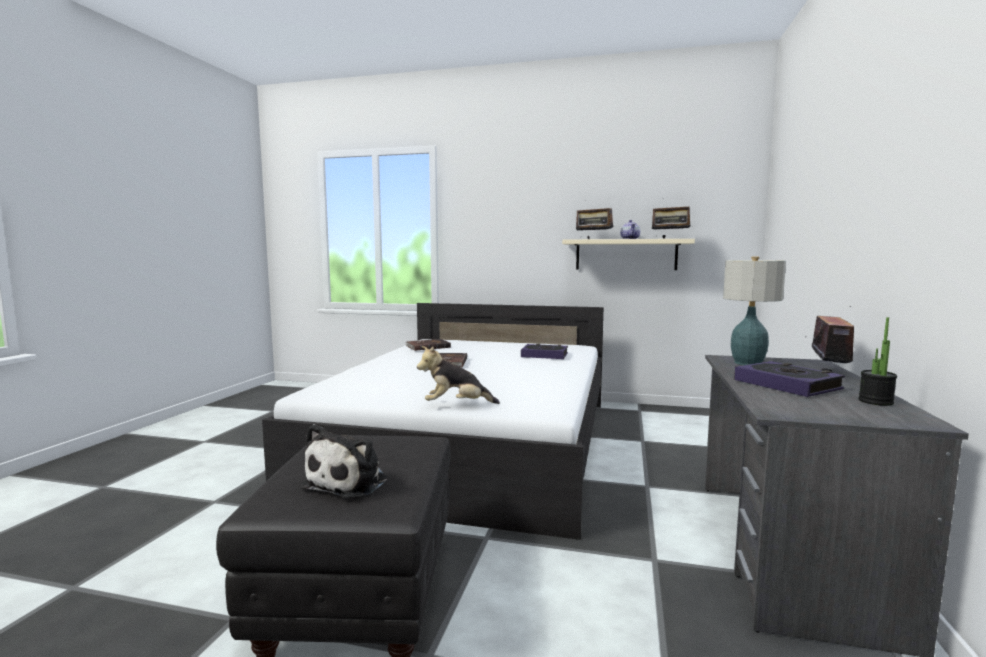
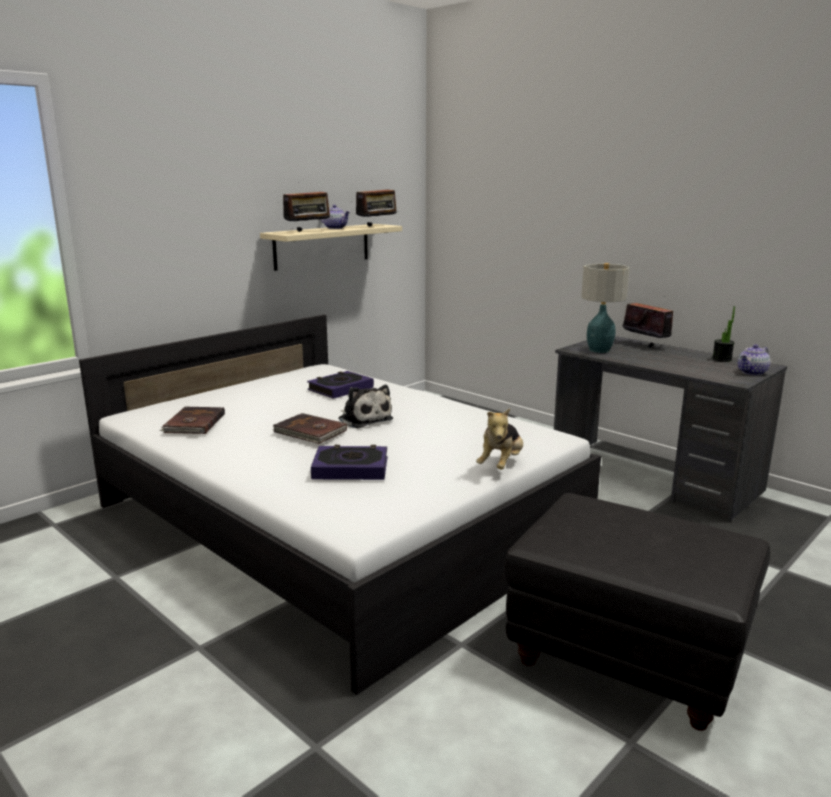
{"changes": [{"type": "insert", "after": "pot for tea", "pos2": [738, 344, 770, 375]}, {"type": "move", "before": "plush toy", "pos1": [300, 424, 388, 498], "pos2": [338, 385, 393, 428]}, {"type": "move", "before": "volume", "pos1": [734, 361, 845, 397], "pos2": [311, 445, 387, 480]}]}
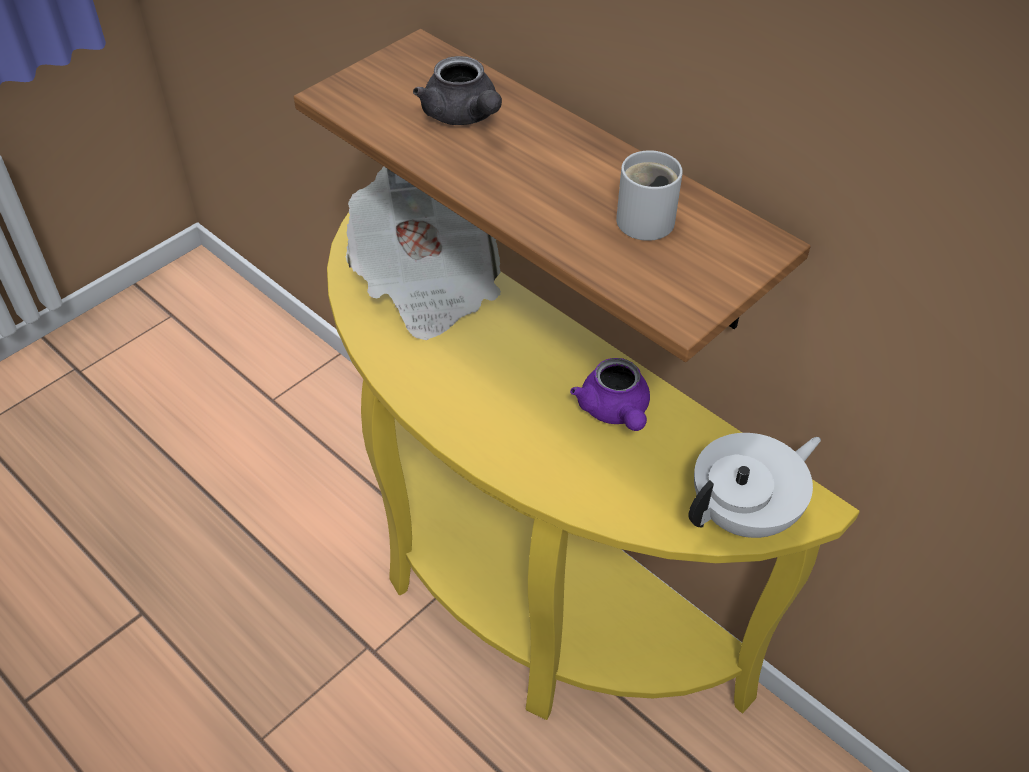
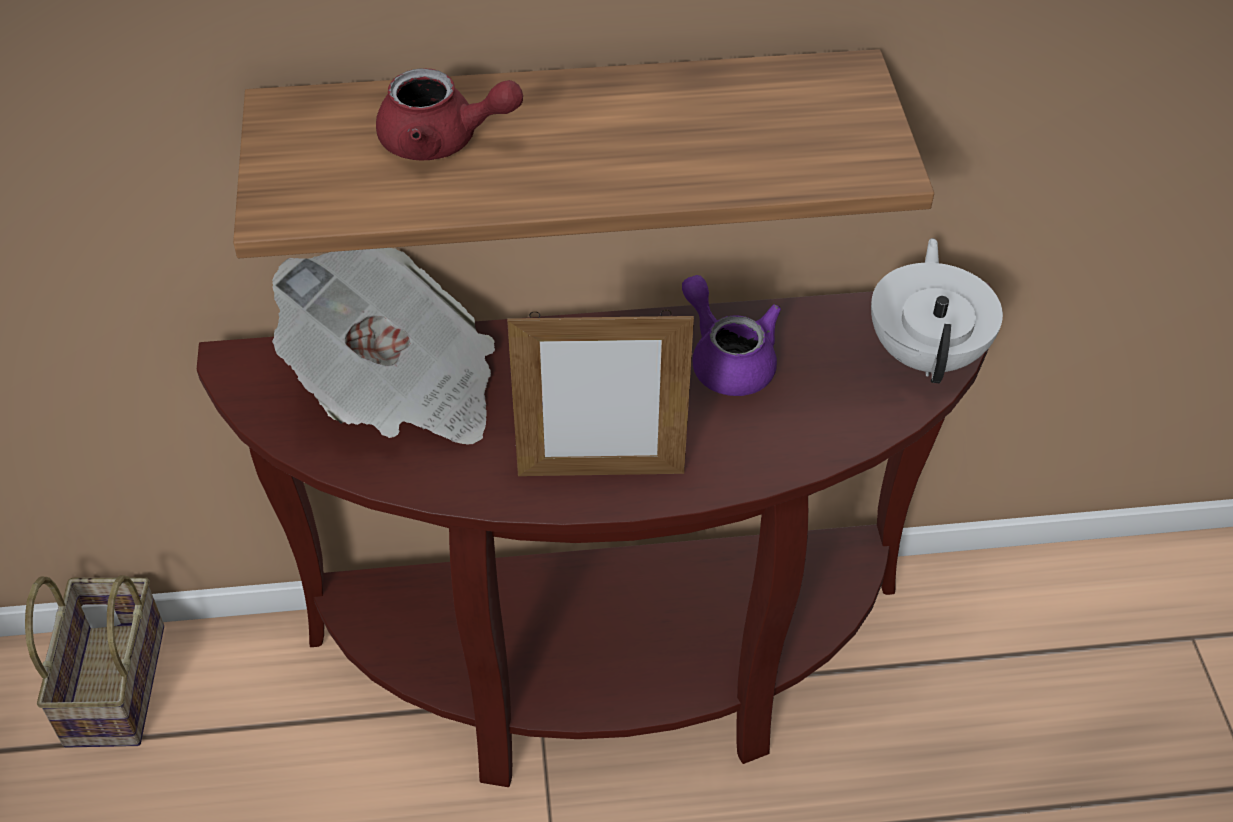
{"changes": [{"type": "delete", "before": "mug/white-coloured", "pos1": [616, 150, 683, 241]}, {"type": "insert", "after": "basket", "pos2": [25, 575, 164, 748]}, {"type": "insert", "after": "photo frame", "pos2": [507, 310, 694, 476]}, {"type": "recolor", "before": "console table/yellow-coloured", "after": "console table/brownish", "pos1": [327, 212, 860, 720], "pos2": [197, 283, 991, 787]}, {"type": "recolor", "before": "pot for tea/grey", "after": "pot for tea/reddish", "pos1": [413, 56, 502, 125], "pos2": [376, 68, 523, 161]}, {"type": "rotate", "before": "pot for tea/purple", "pos1": [570, 358, 650, 431], "pos2": [682, 275, 781, 396], "turn": -150}]}
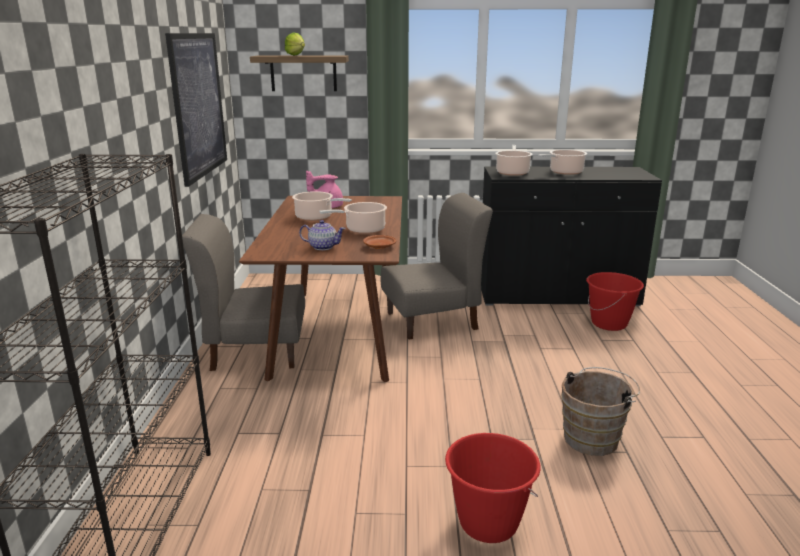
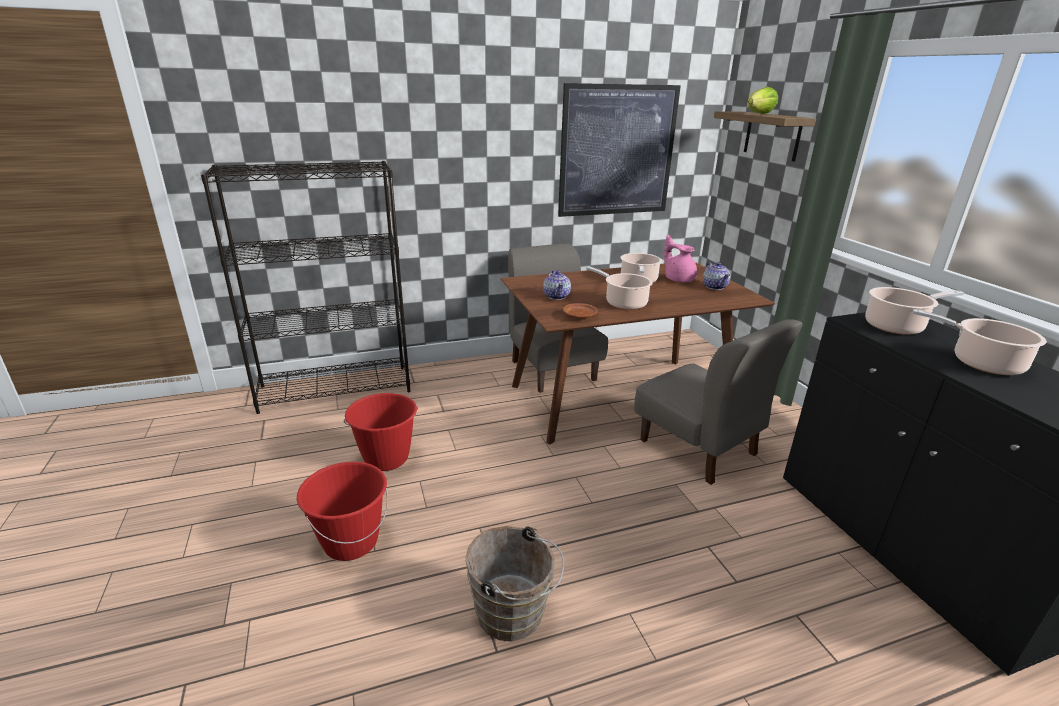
{"changes": [{"type": "insert", "after": "pot for tea", "pos2": [703, 262, 730, 290]}, {"type": "move", "before": "bucket/reddish", "pos1": [586, 272, 644, 331], "pos2": [344, 393, 418, 471]}]}
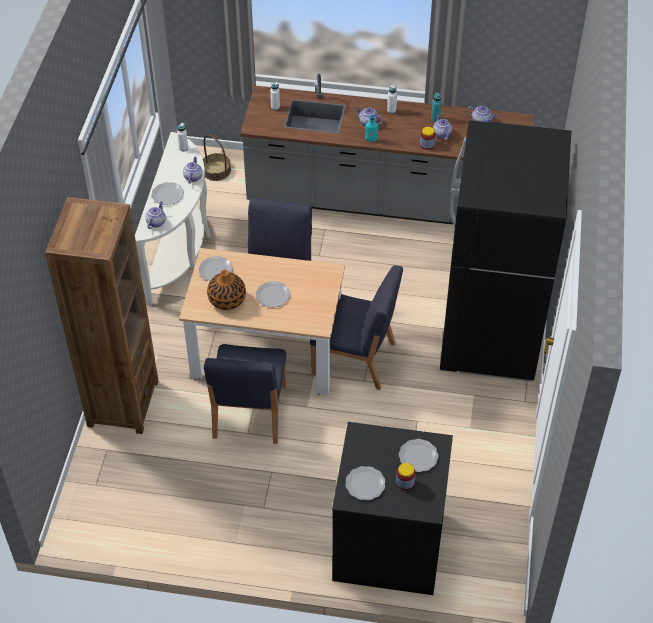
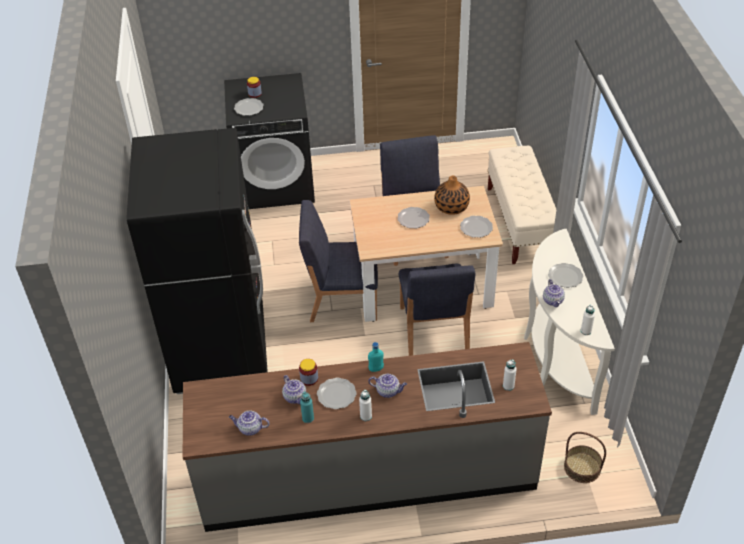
{"changes": [{"type": "delete", "before": "pot for tea", "pos1": [145, 202, 166, 229]}, {"type": "move", "before": "plate", "pos1": [345, 466, 385, 500], "pos2": [317, 378, 357, 409]}, {"type": "replace", "before": "bookshelf/brownish", "after": "bench/beige-coloured", "pos1": [45, 197, 158, 434], "pos2": [488, 146, 556, 264]}]}
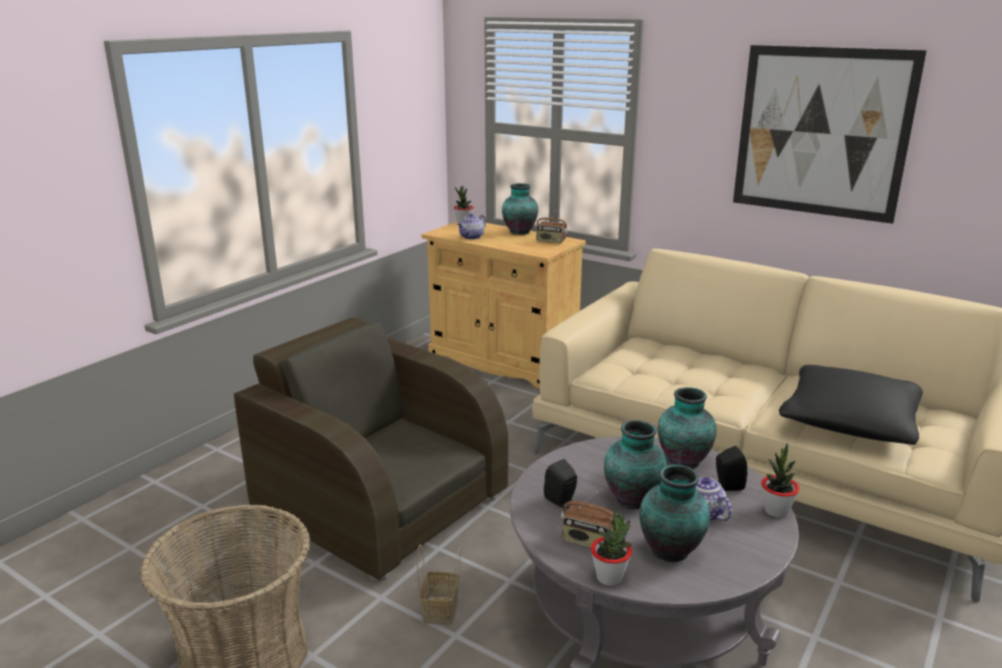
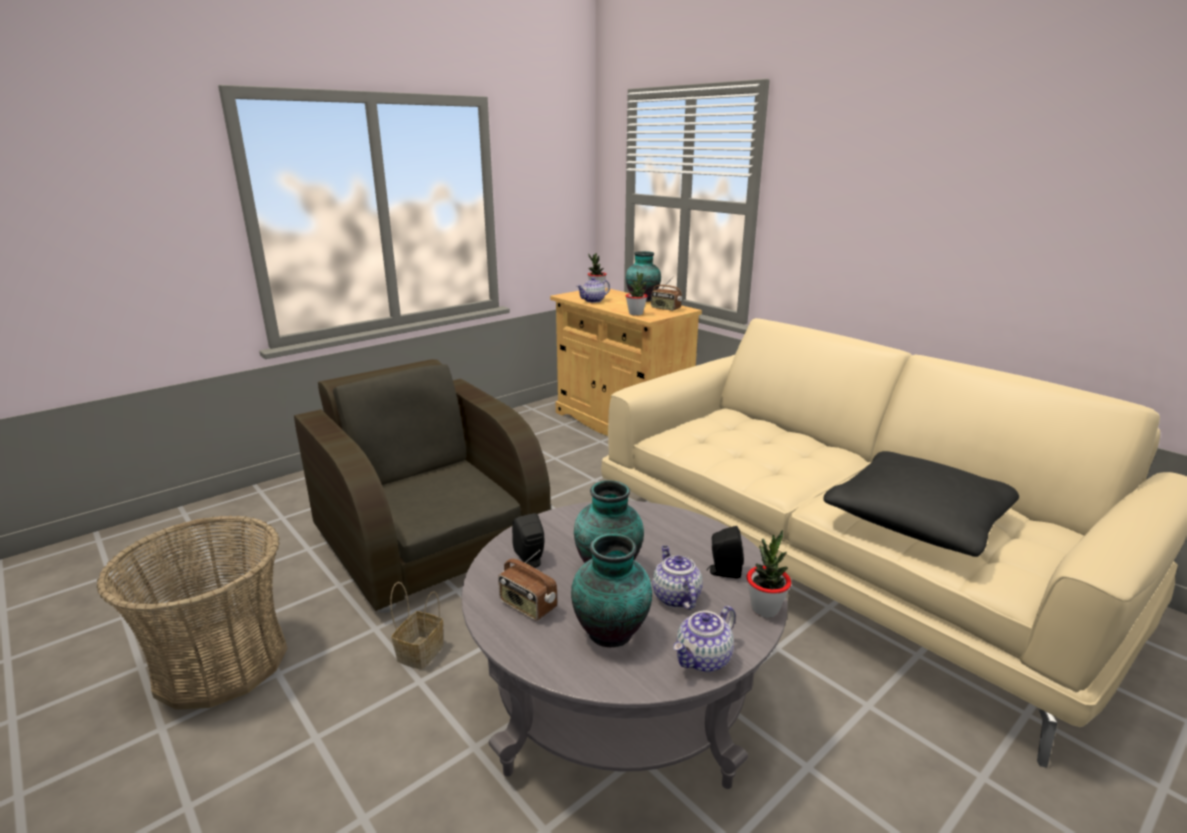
{"changes": [{"type": "delete", "before": "decorative vase", "pos1": [658, 387, 716, 469]}, {"type": "delete", "before": "picture", "pos1": [733, 45, 927, 224]}, {"type": "insert", "after": "pot for tea", "pos2": [673, 606, 736, 672]}, {"type": "move", "before": "plant in a pot", "pos1": [591, 511, 632, 586], "pos2": [626, 272, 647, 316]}]}
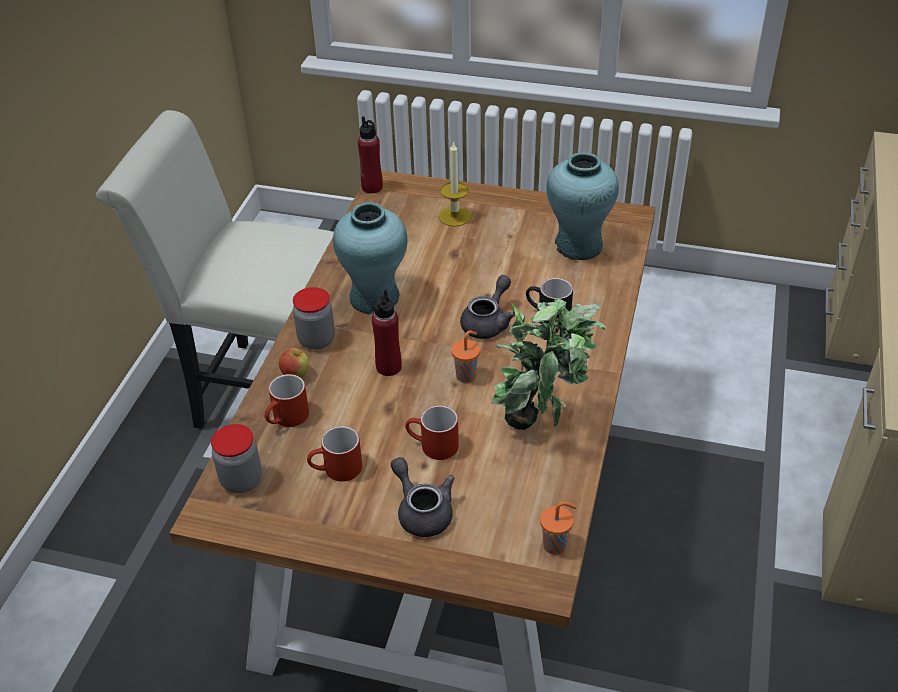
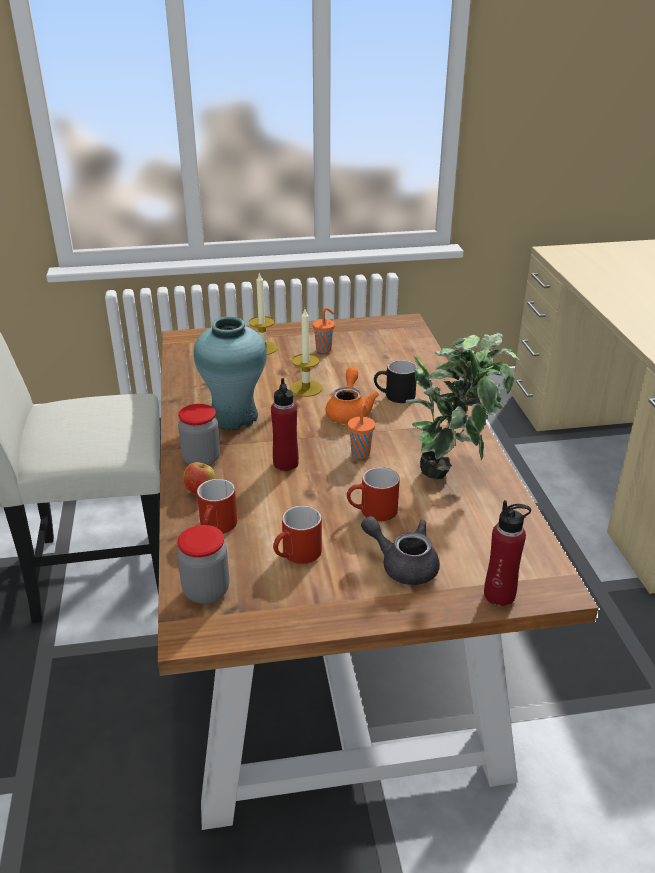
{"changes": [{"type": "delete", "before": "decorative vase/turquoise", "pos1": [546, 152, 619, 260]}, {"type": "insert", "after": "wax candle", "pos2": [290, 309, 322, 397]}, {"type": "move", "before": "drink bottle/reddish", "pos1": [357, 116, 383, 194], "pos2": [484, 500, 531, 606]}, {"type": "move", "before": "cup/orangey", "pos1": [540, 501, 577, 555], "pos2": [313, 308, 335, 353]}, {"type": "recolor", "before": "pot for tea/grey", "after": "pot for tea/orangey", "pos1": [460, 275, 515, 339], "pos2": [325, 367, 379, 424]}]}
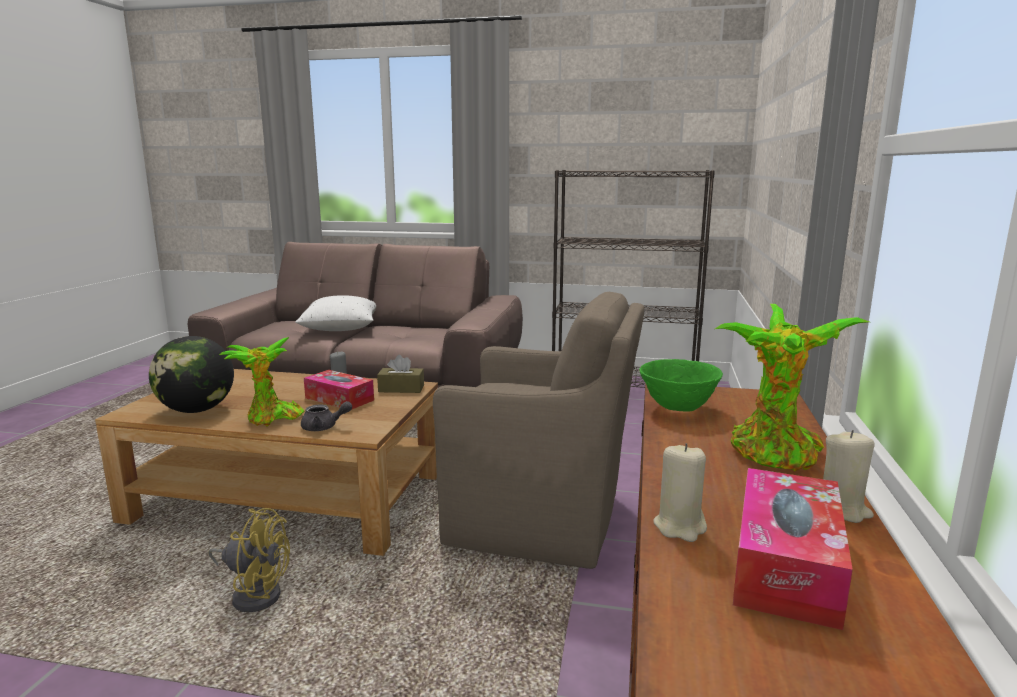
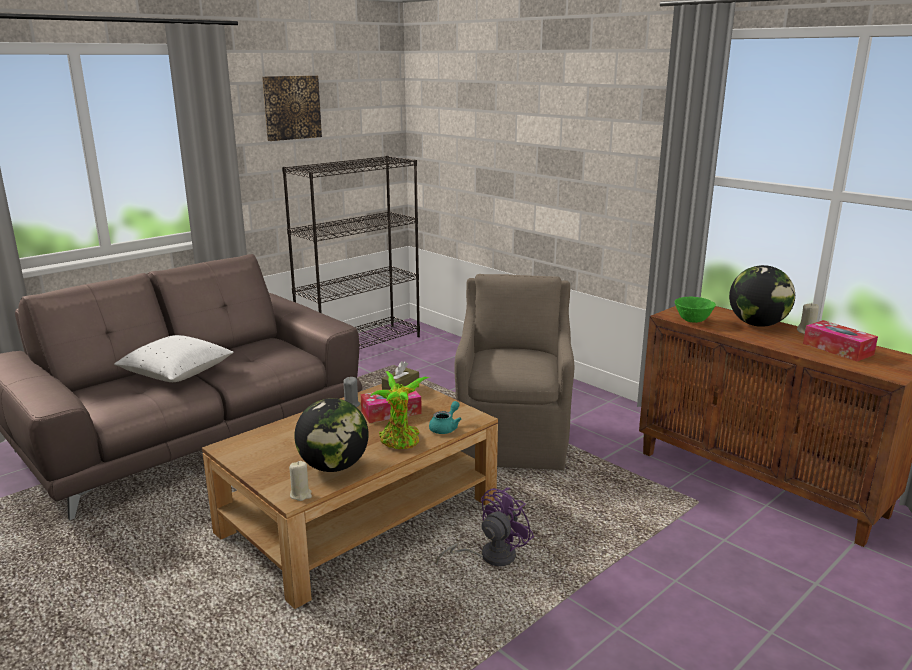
{"changes": [{"type": "insert", "after": "picture", "pos2": [262, 75, 322, 141]}, {"type": "move", "before": "wax candle/beige-coloured", "pos1": [654, 443, 707, 542], "pos2": [289, 461, 312, 501]}, {"type": "replace", "before": "plant in a pot", "after": "globe", "pos1": [715, 304, 869, 471], "pos2": [729, 265, 795, 327]}, {"type": "recolor", "before": "electric fan/yellow-coloured", "after": "electric fan/purple", "pos1": [208, 508, 290, 612], "pos2": [436, 488, 534, 566]}, {"type": "recolor", "before": "pot for tea/grey", "after": "pot for tea/turquoise", "pos1": [301, 401, 352, 431], "pos2": [429, 401, 461, 434]}, {"type": "rotate", "before": "easy chair/brownish", "pos1": [433, 292, 644, 569], "pos2": [454, 274, 574, 470], "turn": -45}]}
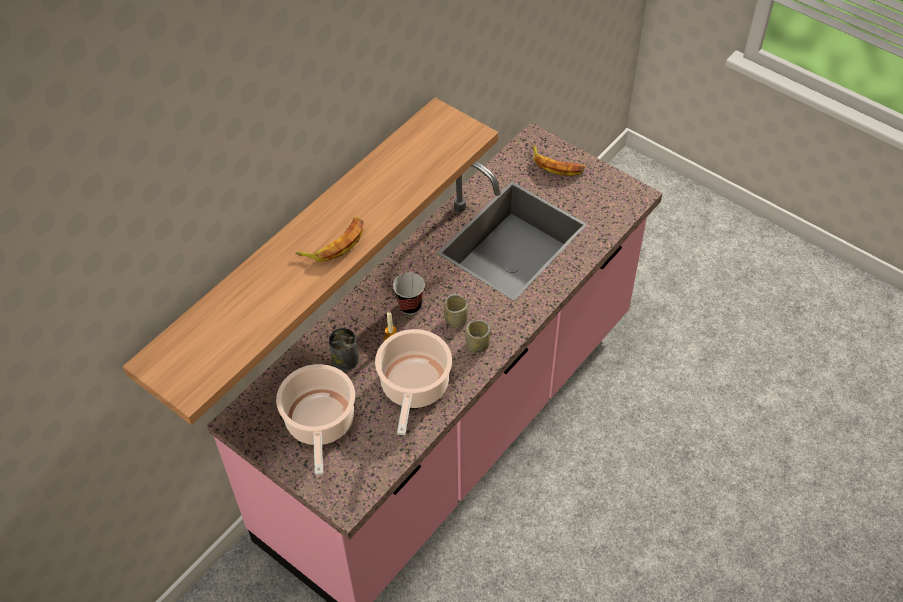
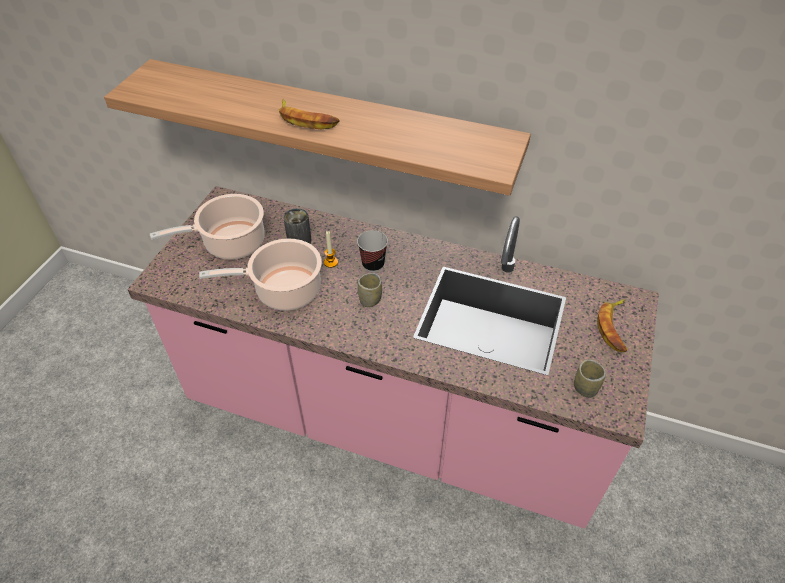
{"changes": [{"type": "move", "before": "cup", "pos1": [466, 320, 490, 353], "pos2": [574, 359, 606, 398]}]}
